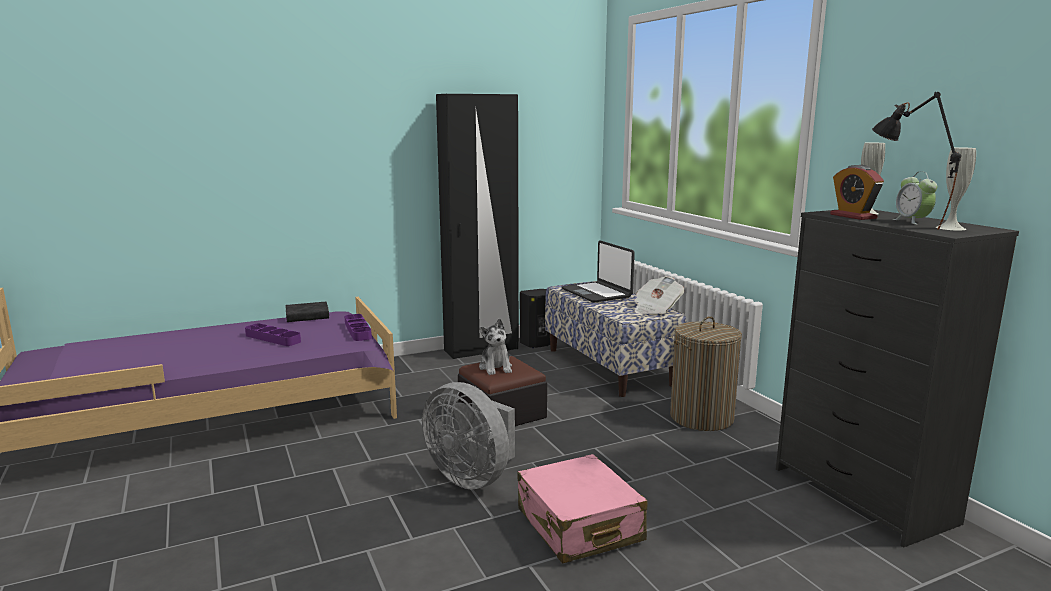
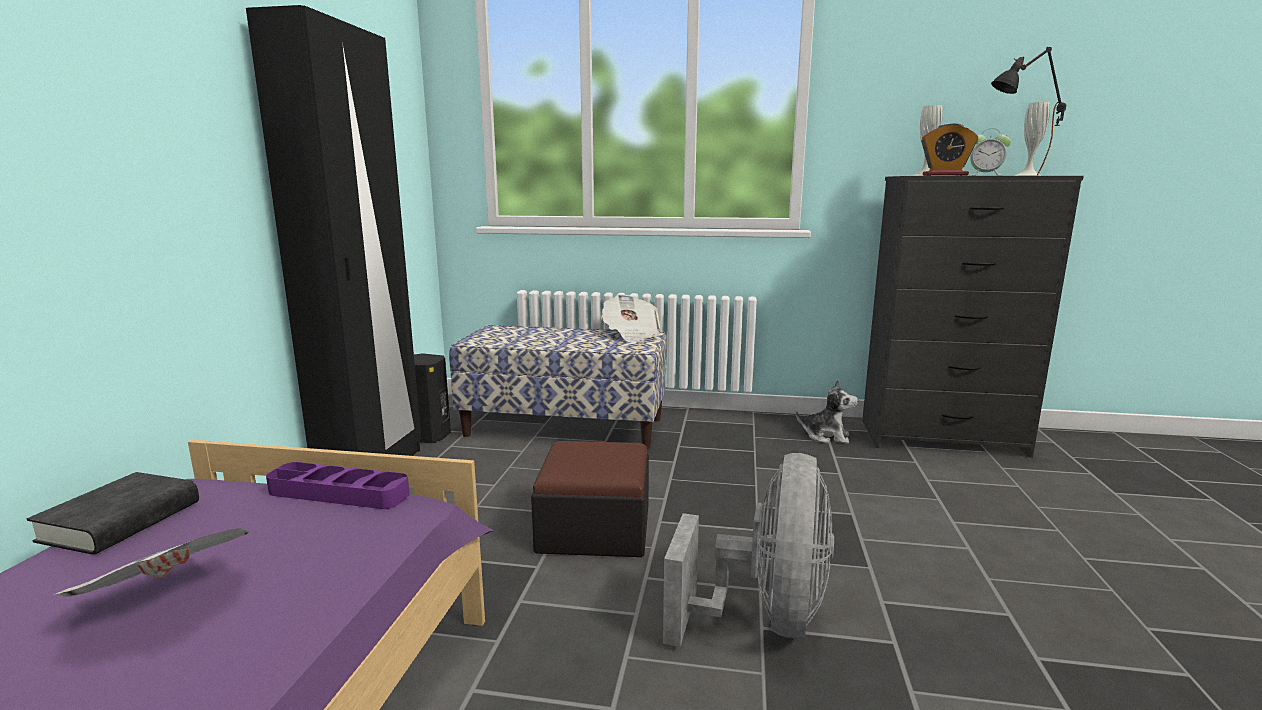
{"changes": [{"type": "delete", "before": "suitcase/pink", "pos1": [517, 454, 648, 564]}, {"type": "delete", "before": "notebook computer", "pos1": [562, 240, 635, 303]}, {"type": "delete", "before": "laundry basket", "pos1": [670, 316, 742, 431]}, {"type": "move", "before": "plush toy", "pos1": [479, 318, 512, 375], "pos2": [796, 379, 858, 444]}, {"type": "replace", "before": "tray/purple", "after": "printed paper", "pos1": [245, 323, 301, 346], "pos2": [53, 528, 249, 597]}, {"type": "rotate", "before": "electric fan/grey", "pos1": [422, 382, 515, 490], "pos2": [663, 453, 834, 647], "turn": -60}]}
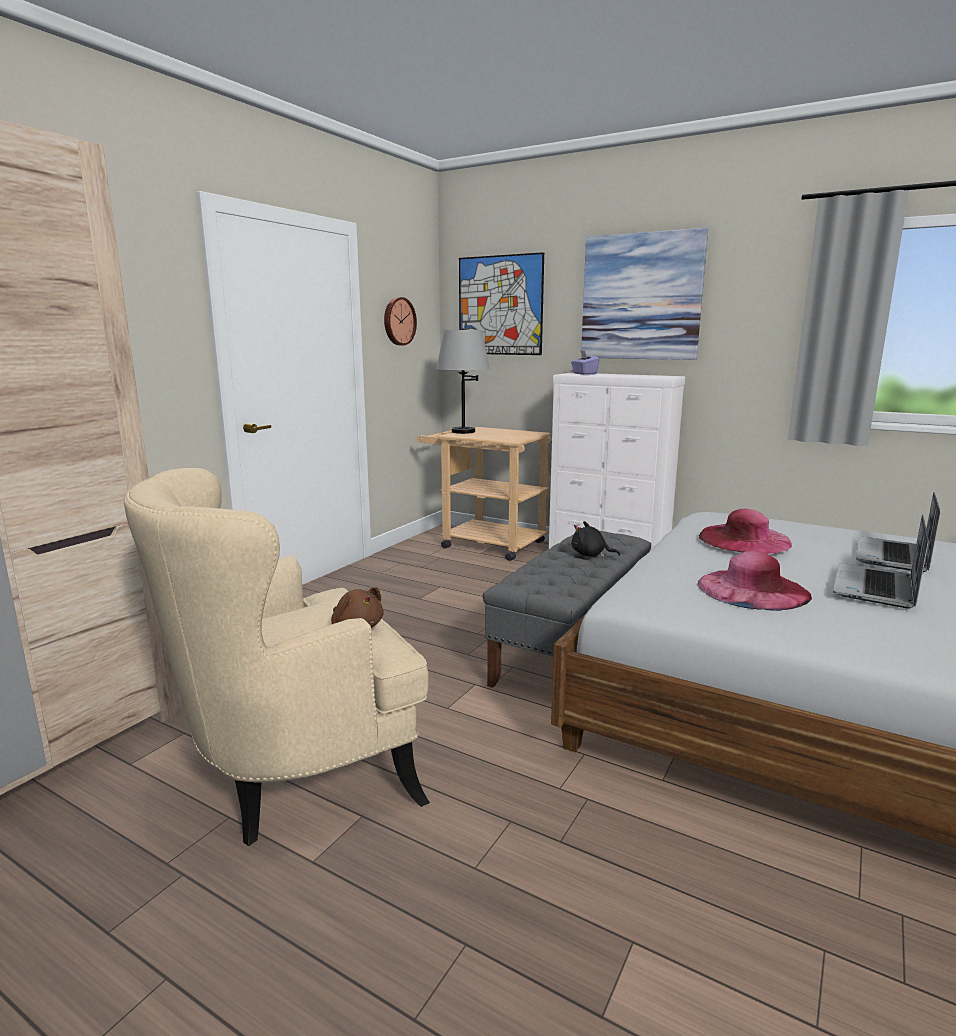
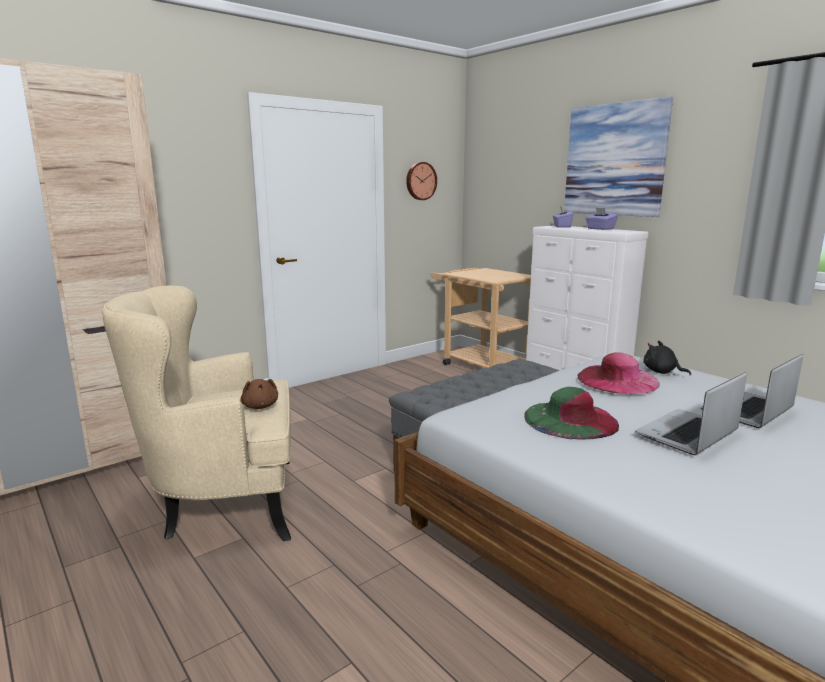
{"changes": [{"type": "delete", "before": "tabletop lamp/grey", "pos1": [436, 329, 490, 434]}, {"type": "delete", "before": "picture", "pos1": [459, 252, 544, 355]}, {"type": "insert", "after": "tissue box/purple", "pos2": [586, 208, 618, 230]}, {"type": "move", "before": "plush toy/blackish", "pos1": [571, 521, 620, 557], "pos2": [644, 340, 691, 375]}, {"type": "recolor", "before": "hat/pink", "after": "hat/green-coloured", "pos1": [697, 551, 812, 611], "pos2": [524, 387, 619, 440]}]}
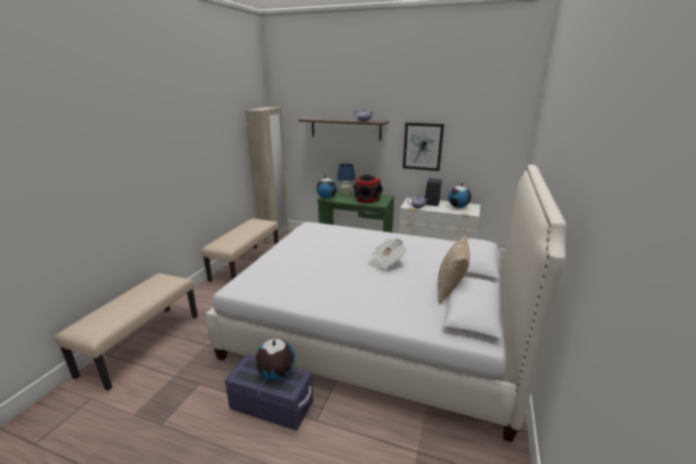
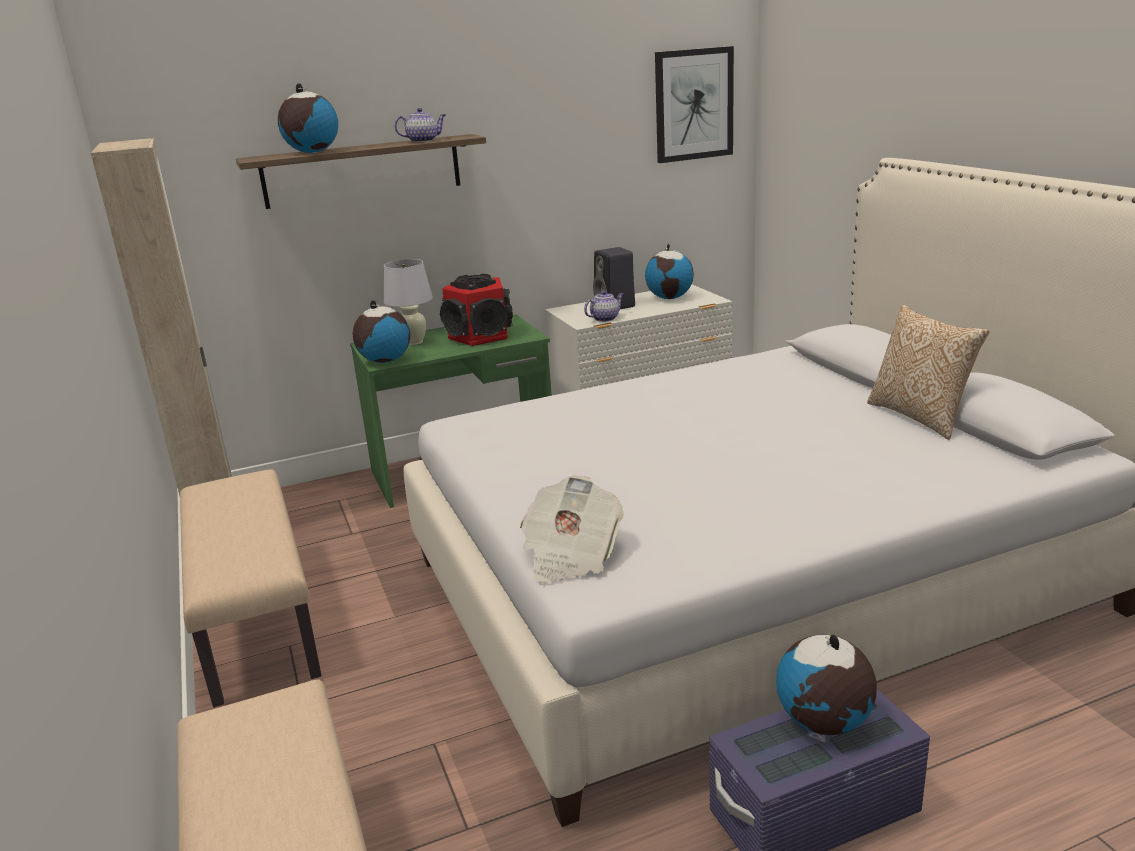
{"changes": [{"type": "insert", "after": "globe", "pos2": [278, 83, 338, 153]}, {"type": "move", "before": "printed paper", "pos1": [368, 239, 406, 270], "pos2": [520, 475, 624, 582]}, {"type": "move", "before": "picture", "pos1": [403, 123, 444, 171], "pos2": [655, 46, 734, 163]}, {"type": "recolor", "before": "tabletop lamp/bluish", "after": "tabletop lamp/white-coloured", "pos1": [337, 164, 355, 196], "pos2": [384, 259, 433, 345]}]}
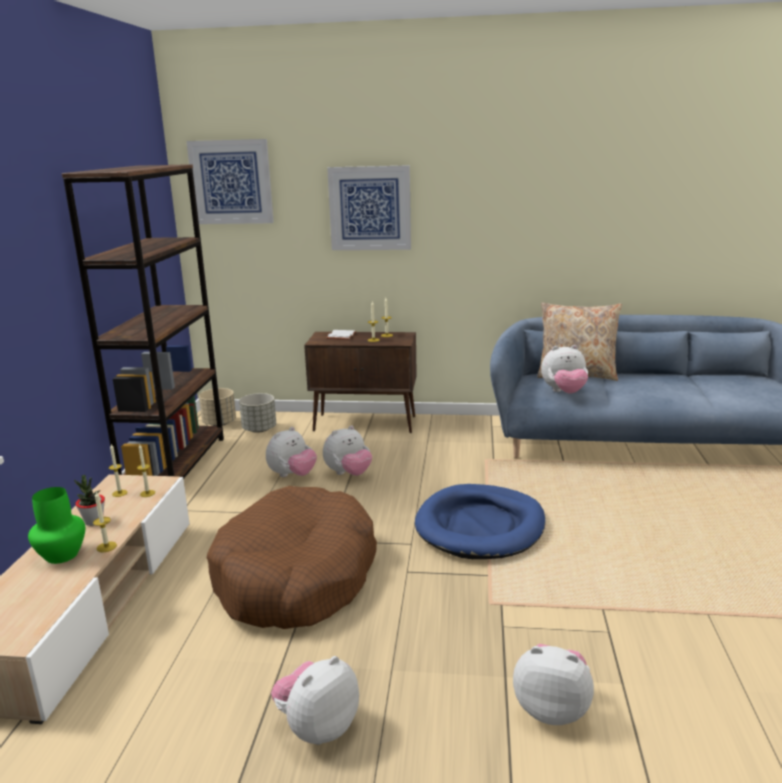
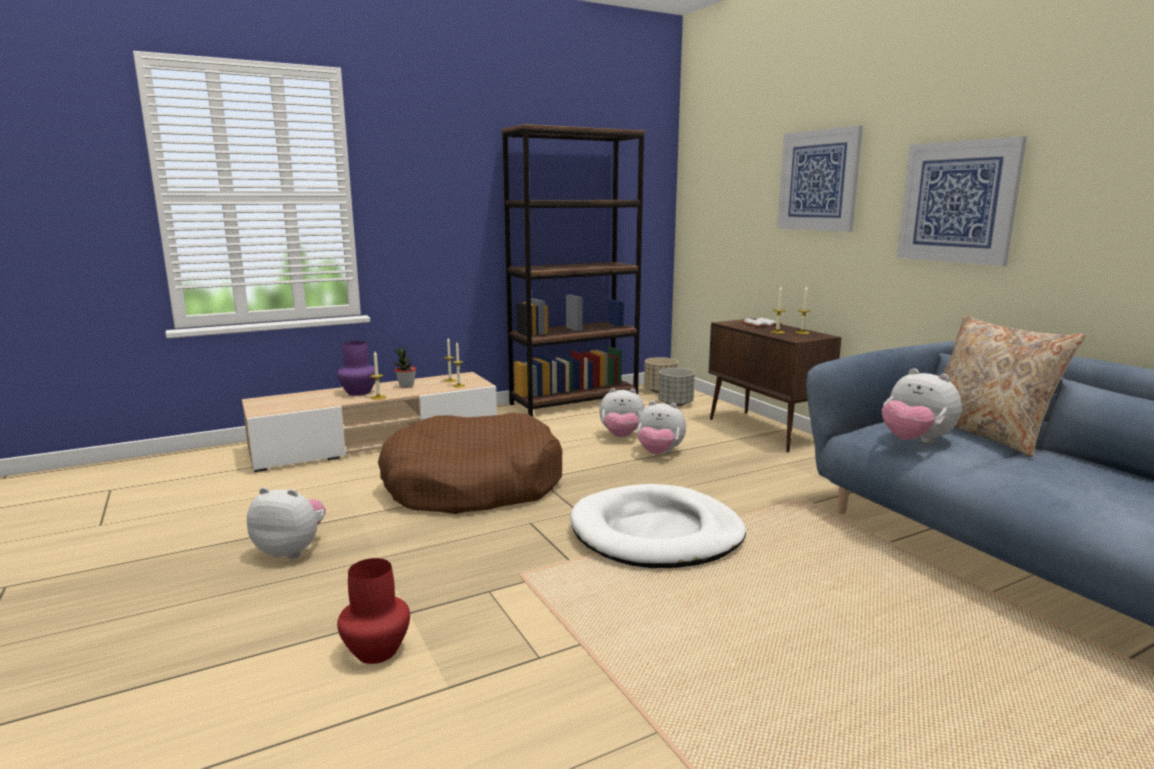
{"changes": [{"type": "move", "before": "picture", "pos1": [186, 139, 274, 224], "pos2": [897, 136, 1027, 266]}, {"type": "replace", "before": "plush toy", "after": "decorative vase/reddish", "pos1": [513, 644, 594, 725], "pos2": [337, 558, 410, 664]}, {"type": "recolor", "before": "decorative vase/green-coloured", "after": "decorative vase/purple", "pos1": [28, 487, 85, 564], "pos2": [337, 341, 375, 396]}, {"type": "recolor", "before": "pet bed/bluish", "after": "pet bed/white-coloured", "pos1": [415, 484, 545, 559], "pos2": [570, 484, 746, 568]}]}
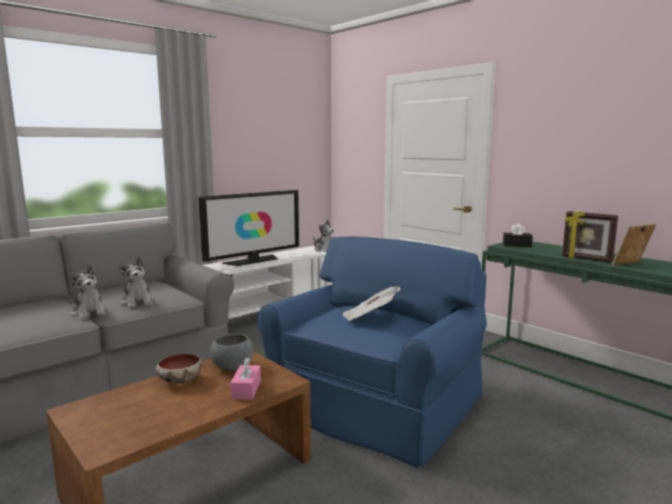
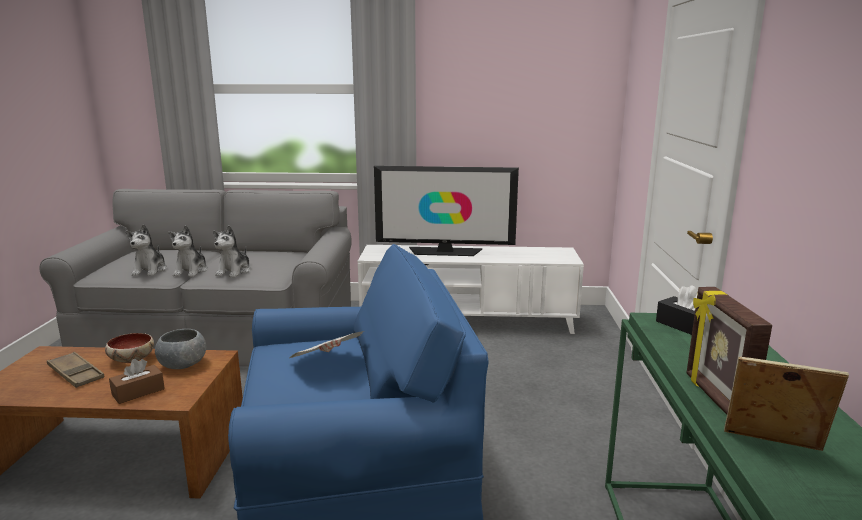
{"changes": [{"type": "insert", "after": "tray/brownish", "pos2": [47, 352, 104, 388]}, {"type": "move", "before": "plush toy", "pos1": [313, 220, 334, 252], "pos2": [126, 224, 167, 276]}, {"type": "recolor", "before": "tissue box/pink", "after": "tissue box/brownish", "pos1": [230, 358, 261, 400], "pos2": [109, 359, 165, 404]}]}
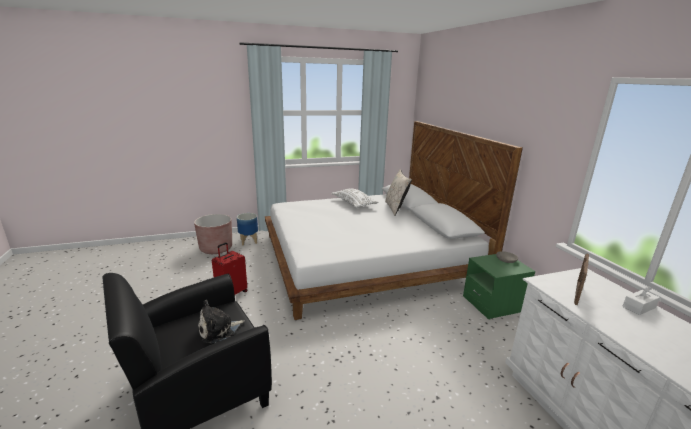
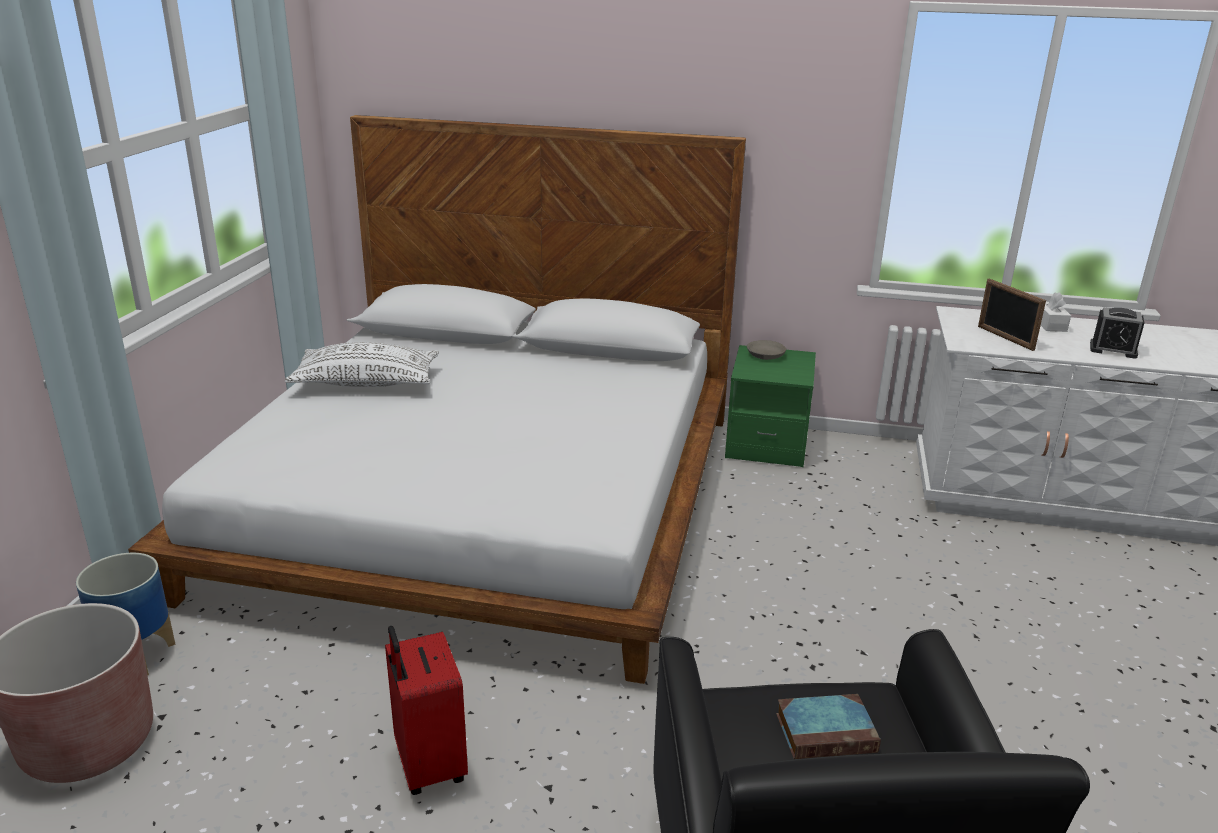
{"changes": [{"type": "delete", "before": "throw pillow/beige-coloured", "pos1": [385, 169, 412, 216]}, {"type": "insert", "after": "table clock", "pos2": [1090, 307, 1144, 358]}, {"type": "replace", "before": "plush toy", "after": "volume", "pos1": [198, 300, 245, 343], "pos2": [776, 694, 881, 759]}]}
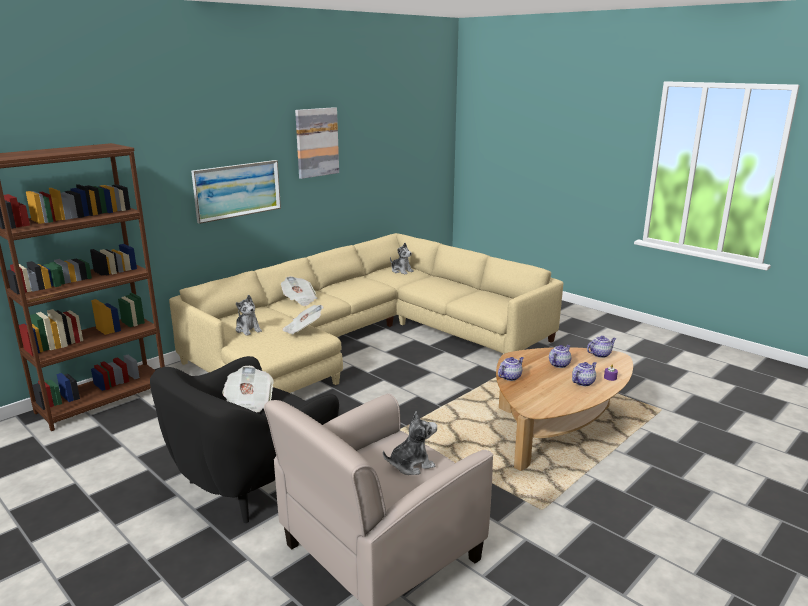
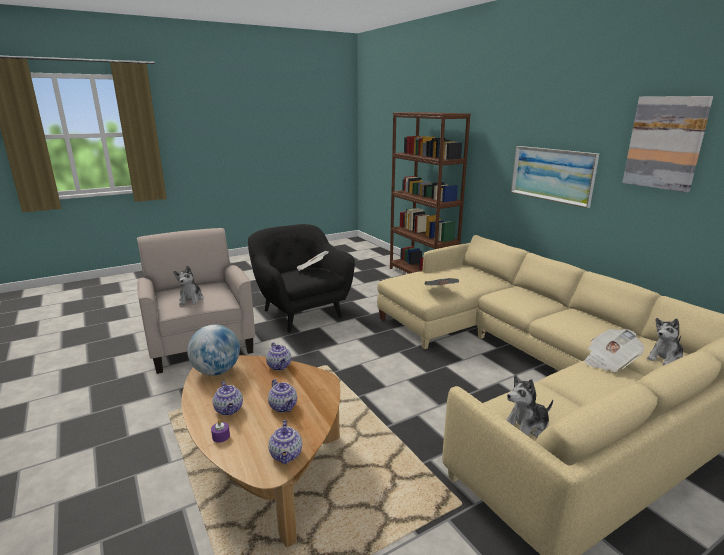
{"changes": [{"type": "insert", "after": "globe", "pos2": [187, 325, 240, 375]}, {"type": "move", "before": "plush toy", "pos1": [236, 295, 262, 336], "pos2": [506, 375, 553, 437]}, {"type": "move", "before": "printed paper", "pos1": [281, 276, 317, 306], "pos2": [584, 329, 644, 372]}]}
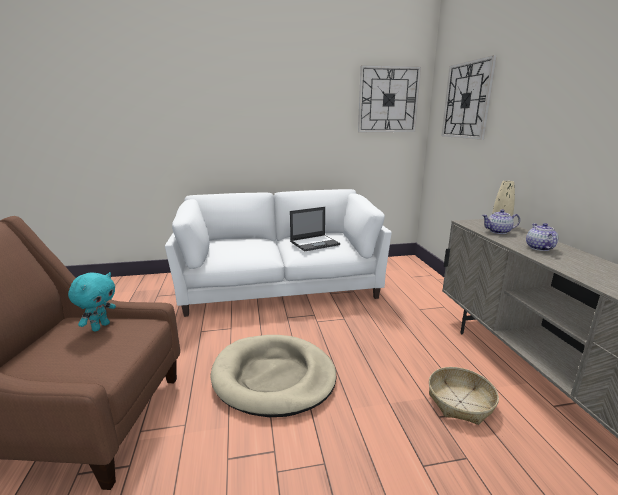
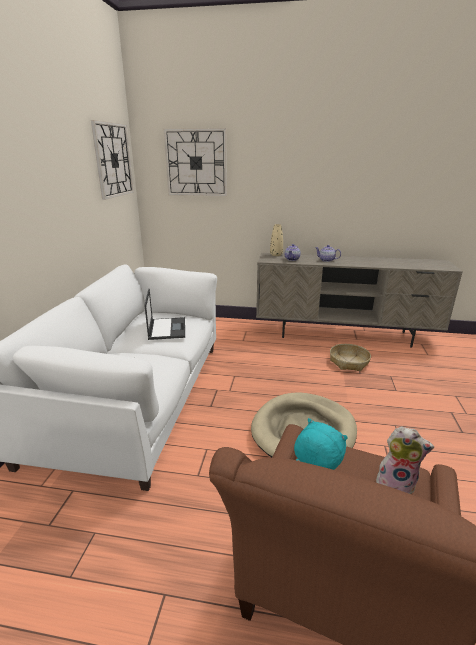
{"changes": [{"type": "insert", "after": "plush toy", "pos2": [376, 427, 434, 494]}]}
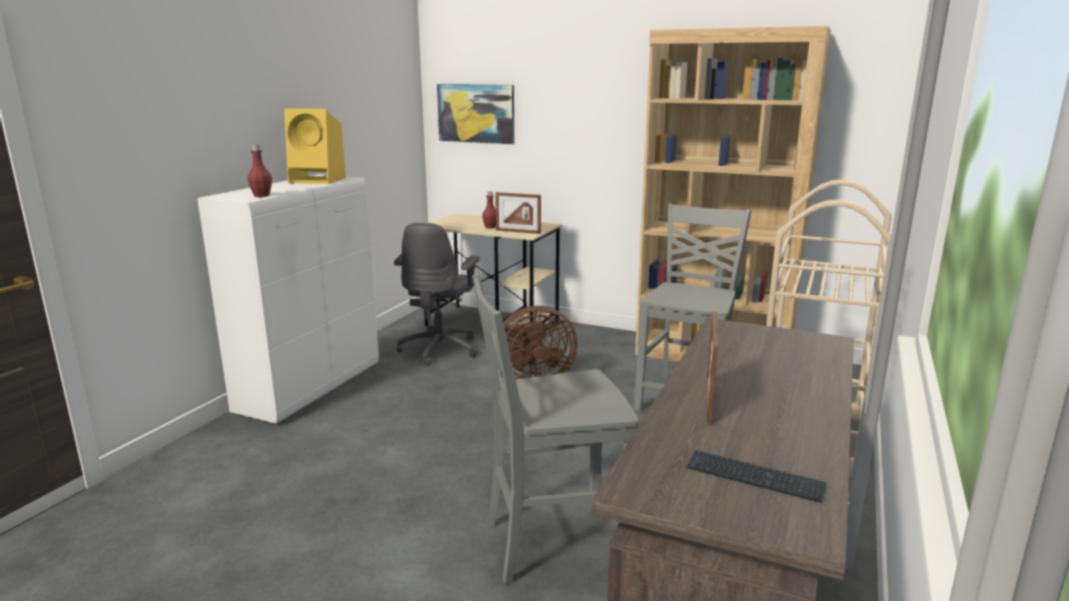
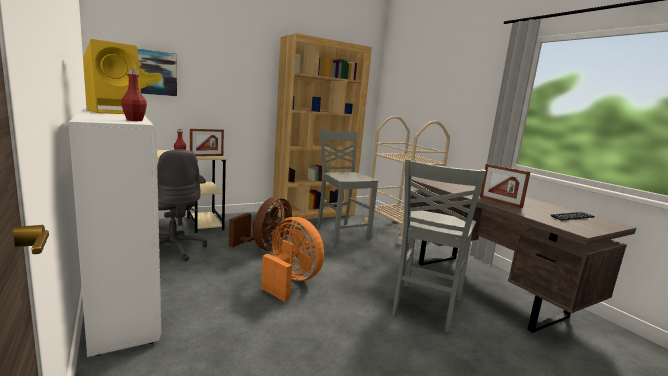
{"changes": [{"type": "insert", "after": "electric fan/orangey", "pos2": [261, 217, 324, 302]}]}
